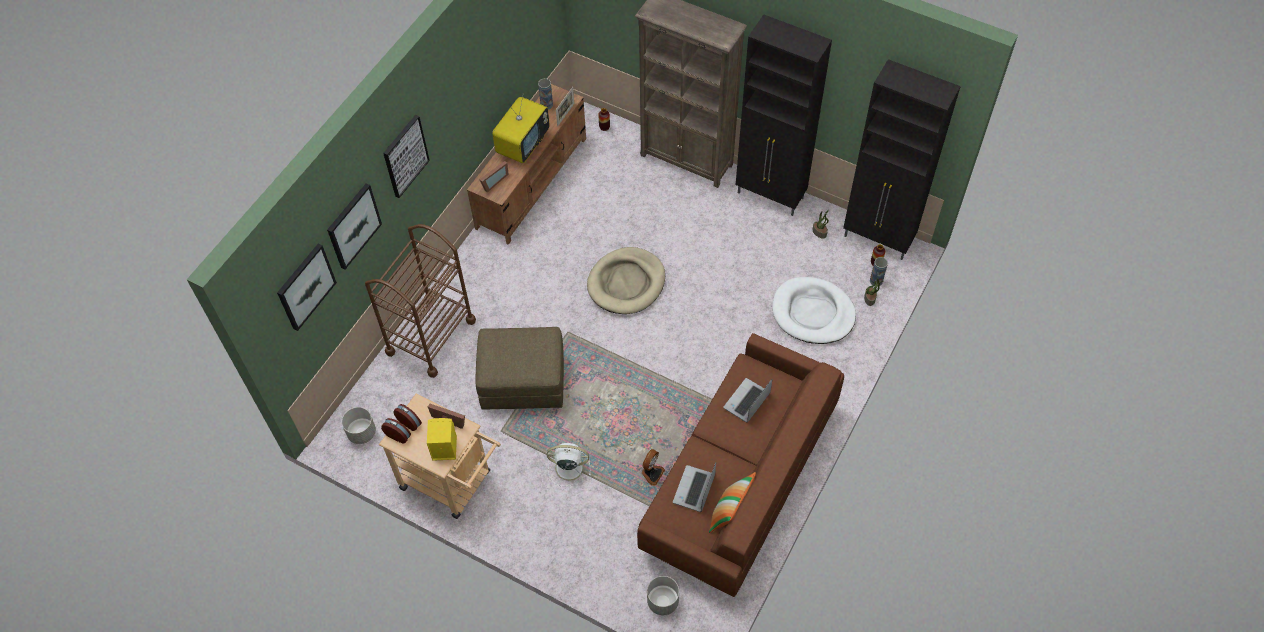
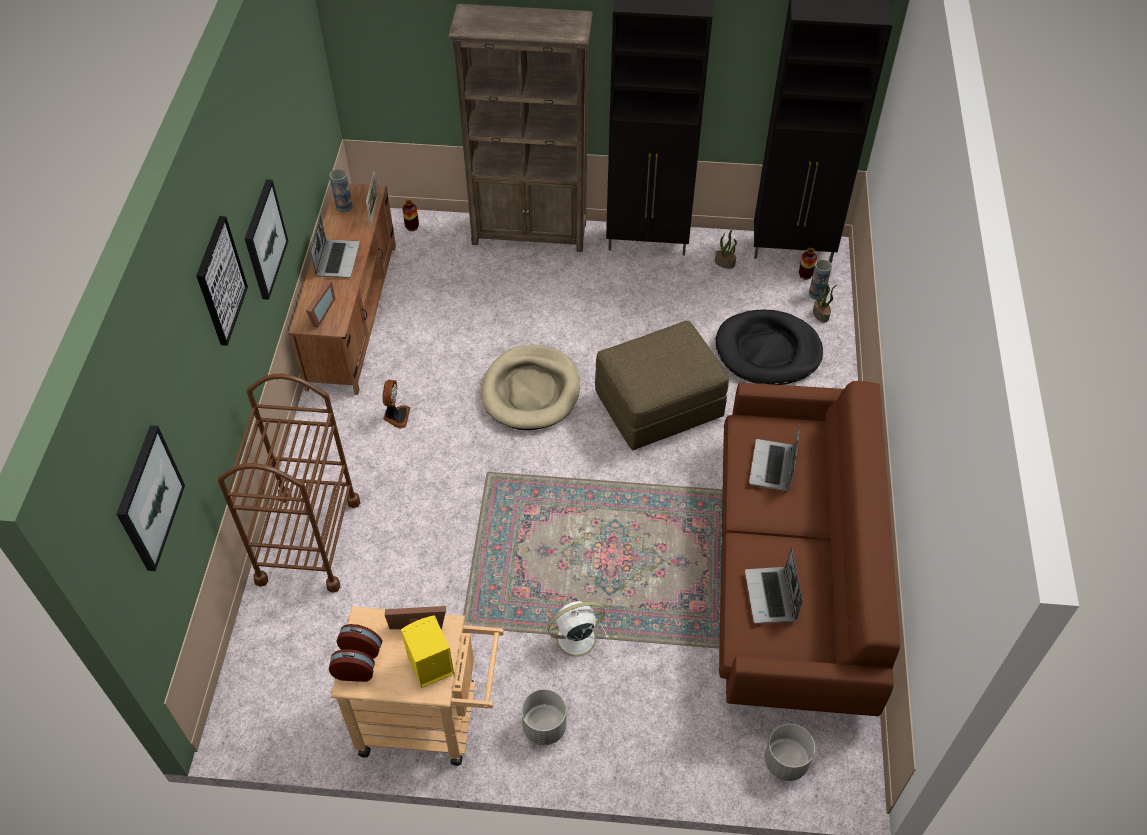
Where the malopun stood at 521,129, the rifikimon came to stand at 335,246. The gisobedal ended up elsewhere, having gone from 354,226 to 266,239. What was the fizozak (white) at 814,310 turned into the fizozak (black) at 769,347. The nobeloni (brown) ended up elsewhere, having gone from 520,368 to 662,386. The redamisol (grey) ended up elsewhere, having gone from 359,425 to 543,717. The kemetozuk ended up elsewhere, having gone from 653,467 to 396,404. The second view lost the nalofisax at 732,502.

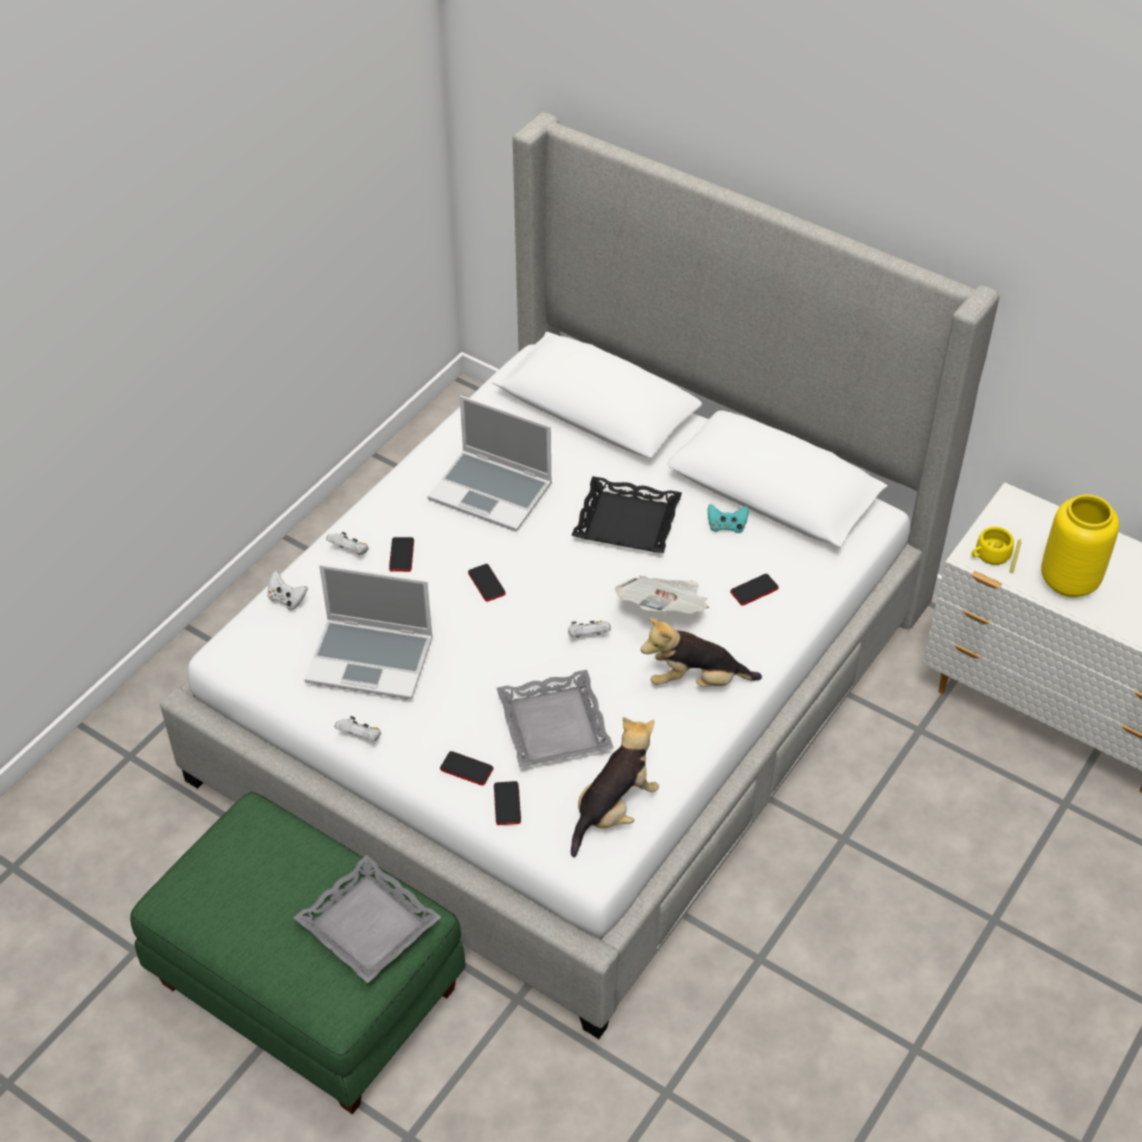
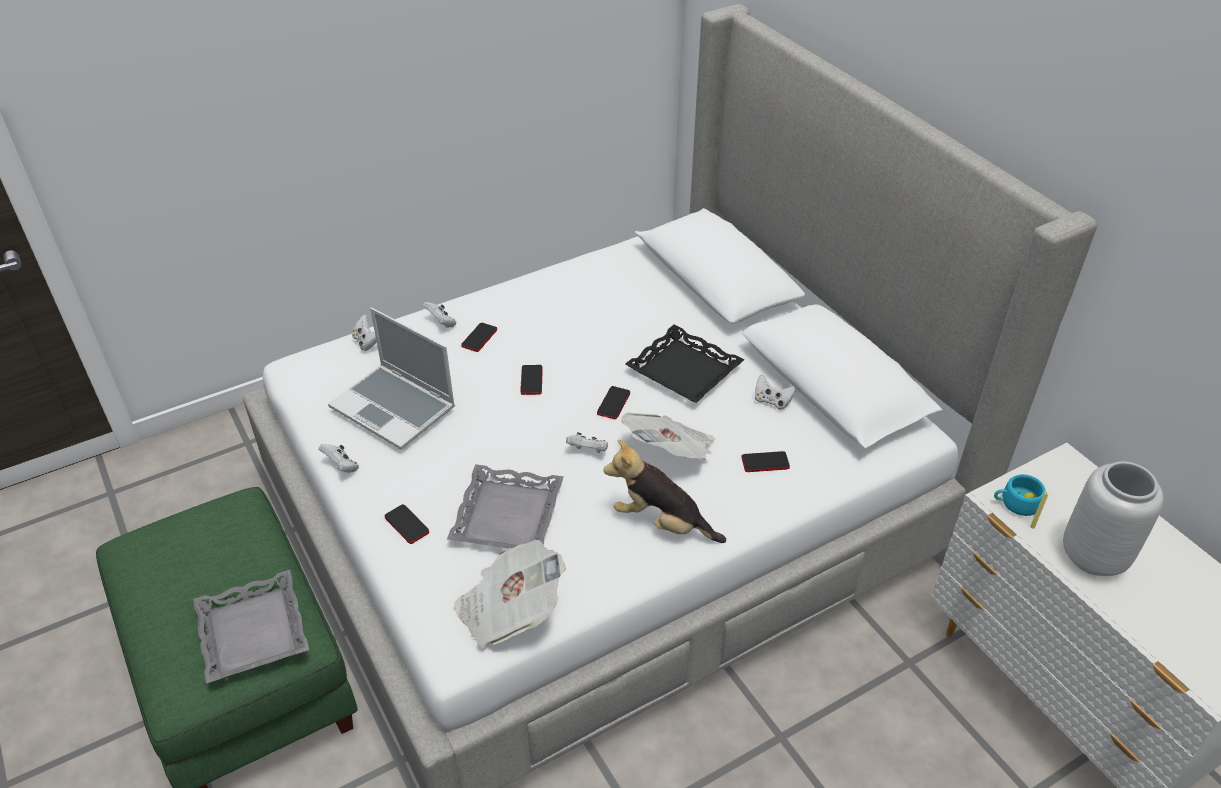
The second view lost the rifikimon at 490,464. What was the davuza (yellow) at 1080,545 turned into the davuza (grey) at 1113,518. What was the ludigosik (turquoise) at 728,518 turned into the ludigosik (white) at 775,392. What was the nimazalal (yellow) at 992,546 turned into the nimazalal (turquoise) at 1020,495. Where the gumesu stood at 615,787, the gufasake came to stand at 509,594. The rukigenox ended up elsewhere, having gone from 507,803 to 613,402.

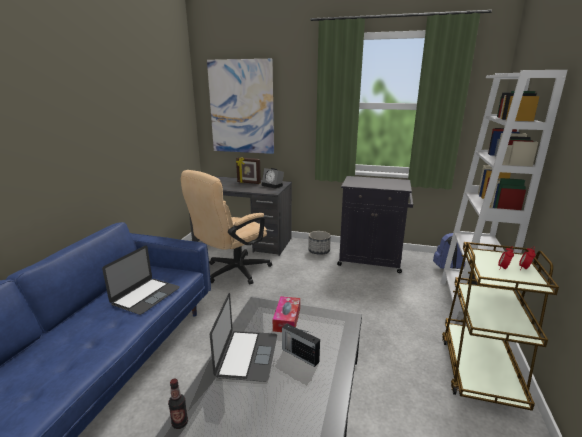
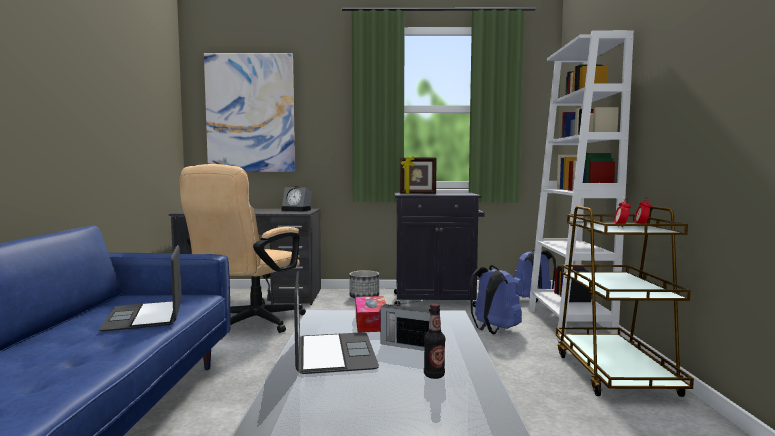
The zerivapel ended up elsewhere, having gone from 248,170 to 418,175. The rifikimon at 141,280 ended up facing another way, 150 degrees clockwise from before. The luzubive ended up elsewhere, having gone from 178,403 to 434,341. The second view gained the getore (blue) at 496,299.

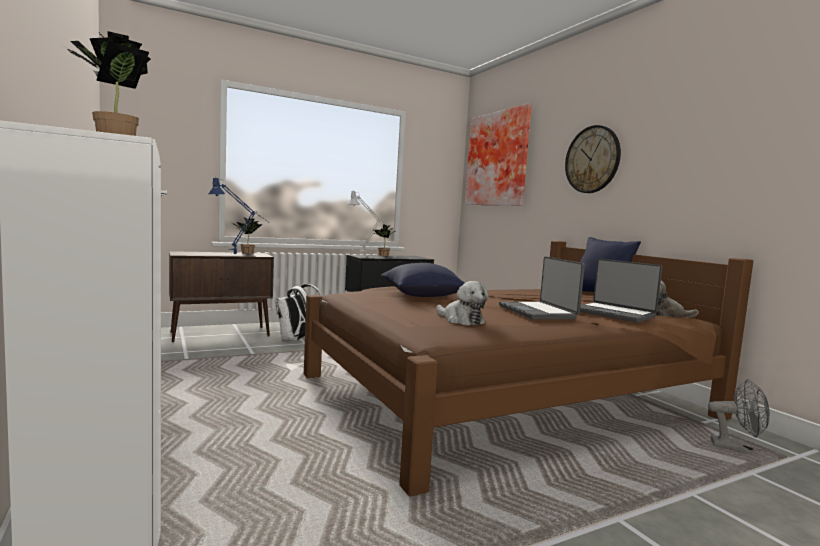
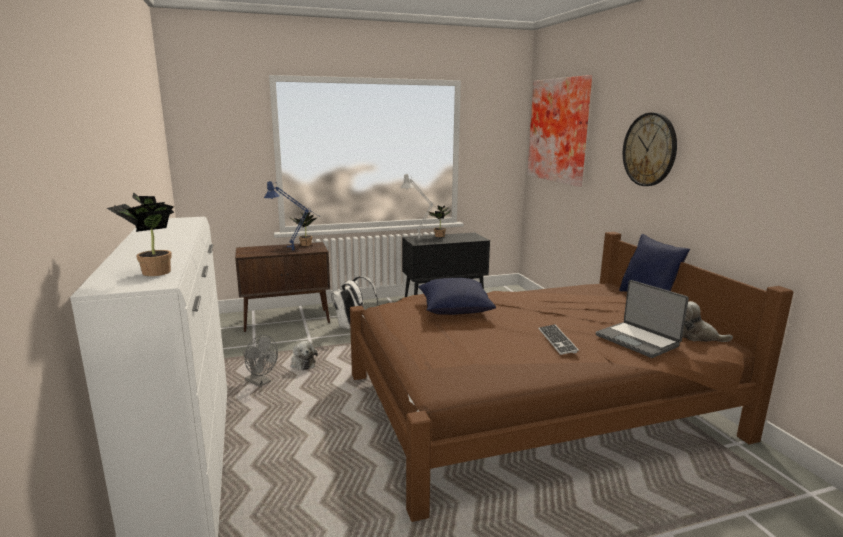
Where the rifikimon stood at 542,288, the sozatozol came to stand at 558,339. The gumesu ended up elsewhere, having gone from 462,303 to 304,355. The kemetozuk (grey) ended up elsewhere, having gone from 739,416 to 260,361.

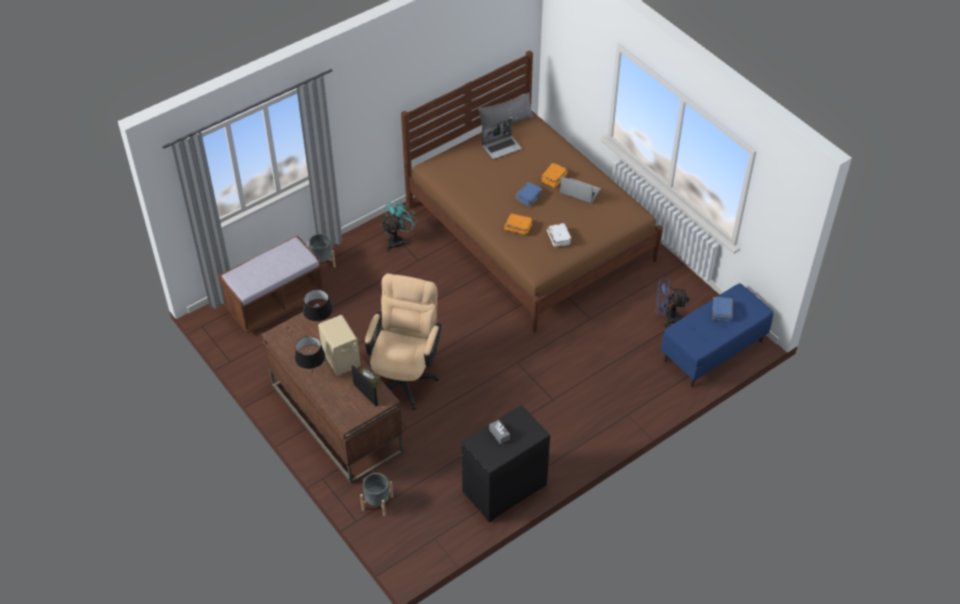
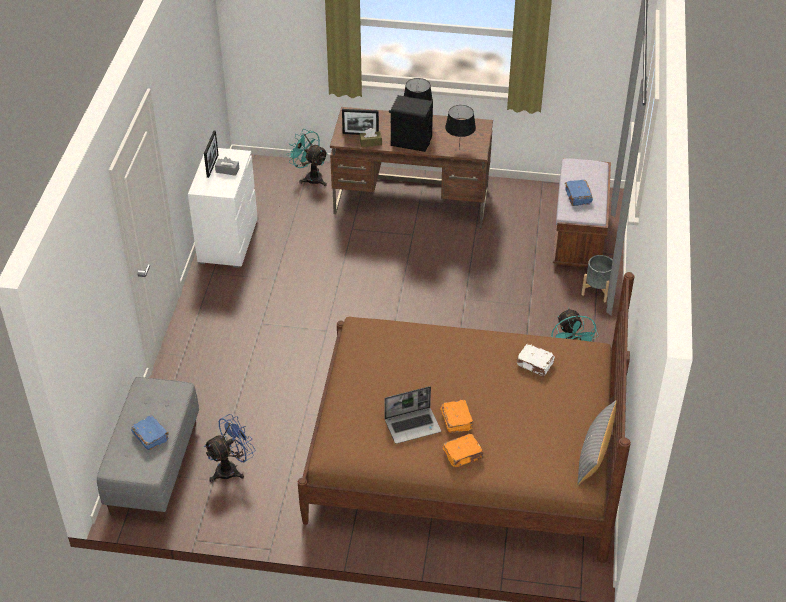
The second view lost the rifikimon at 502,139. The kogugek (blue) ended up elsewhere, having gone from 529,194 to 579,193. The kogugek (orange) ended up elsewhere, having gone from 518,224 to 463,450. The kogugek (white) ended up elsewhere, having gone from 559,235 to 535,360. The second view lost the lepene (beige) at 403,341. What was the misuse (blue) at 717,335 turned into the misuse (grey) at 148,449. What was the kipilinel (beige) at 339,345 turned into the kipilinel (black) at 411,123. What was the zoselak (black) at 506,463 turned into the zoselak (white) at 223,208. Where the redamisol (grey) stood at 376,494, the kemetozuk (turquoise) came to stand at 307,157. The second view gained the zerivapel at 211,154.

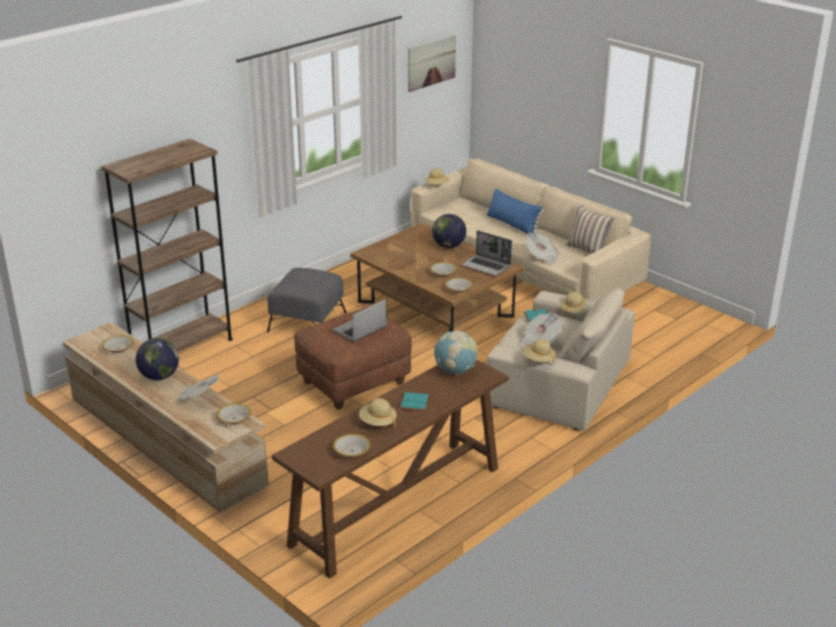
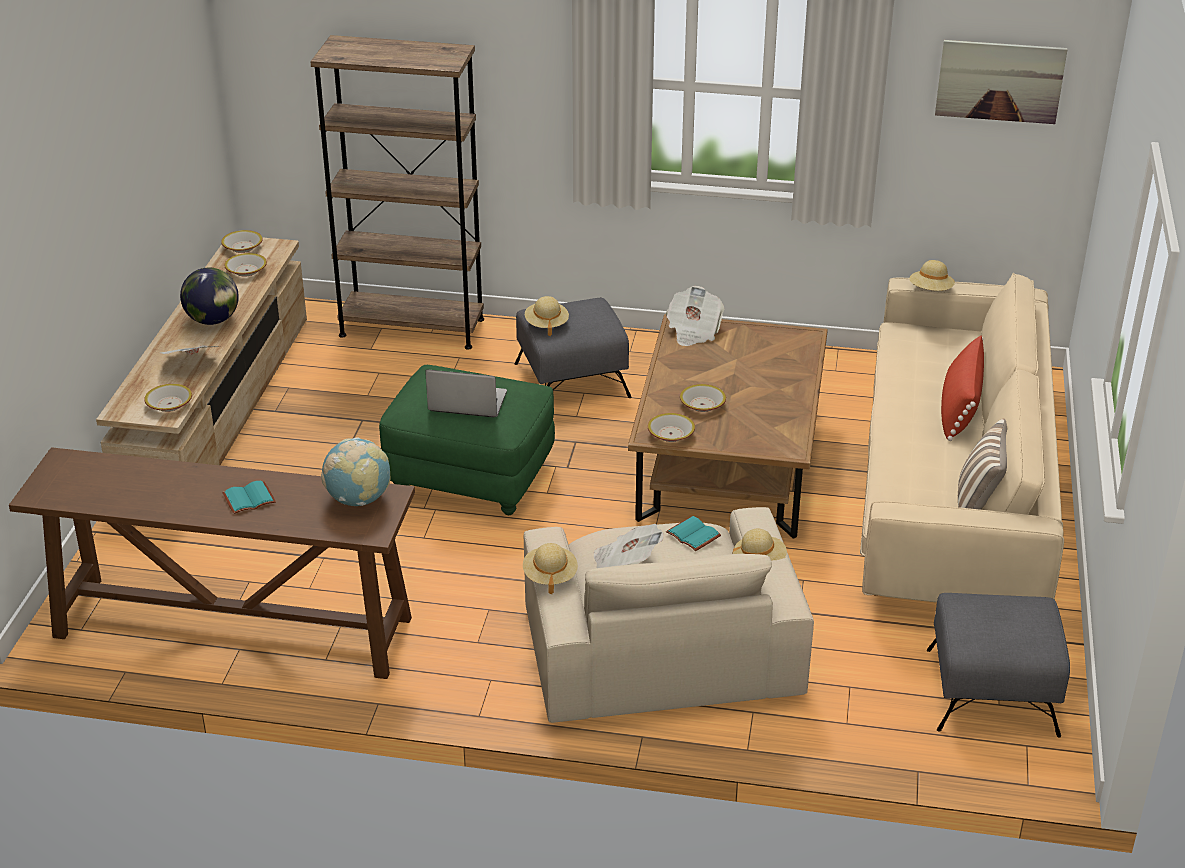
What was the nalofisax (blue) at 515,211 turned into the nalofisax (red) at 962,388. The second view lost the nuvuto at 449,231. The second view lost the rifikimon at 487,253. The gufasake ended up elsewhere, having gone from 542,248 to 695,316. What was the nobeloni (brown) at 353,357 turned into the nobeloni (green) at 467,440. The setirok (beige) ended up elsewhere, having gone from 378,412 to 547,316. The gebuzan ended up elsewhere, having gone from 351,445 to 242,241. The second view gained the nobeloni (grey) at 998,665.

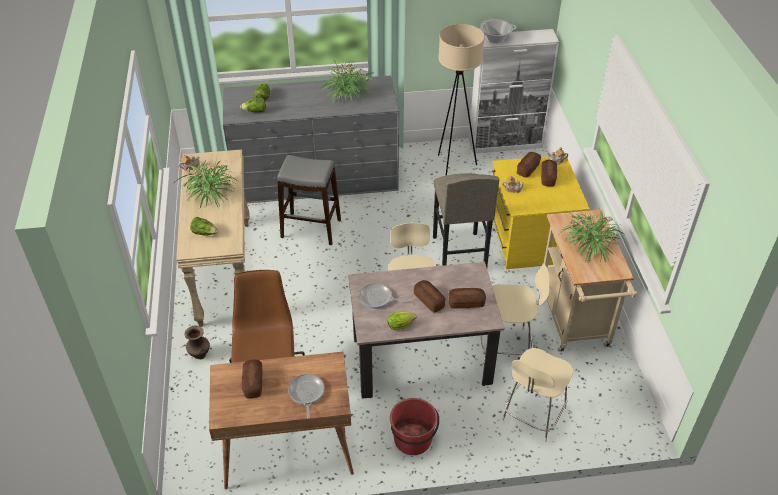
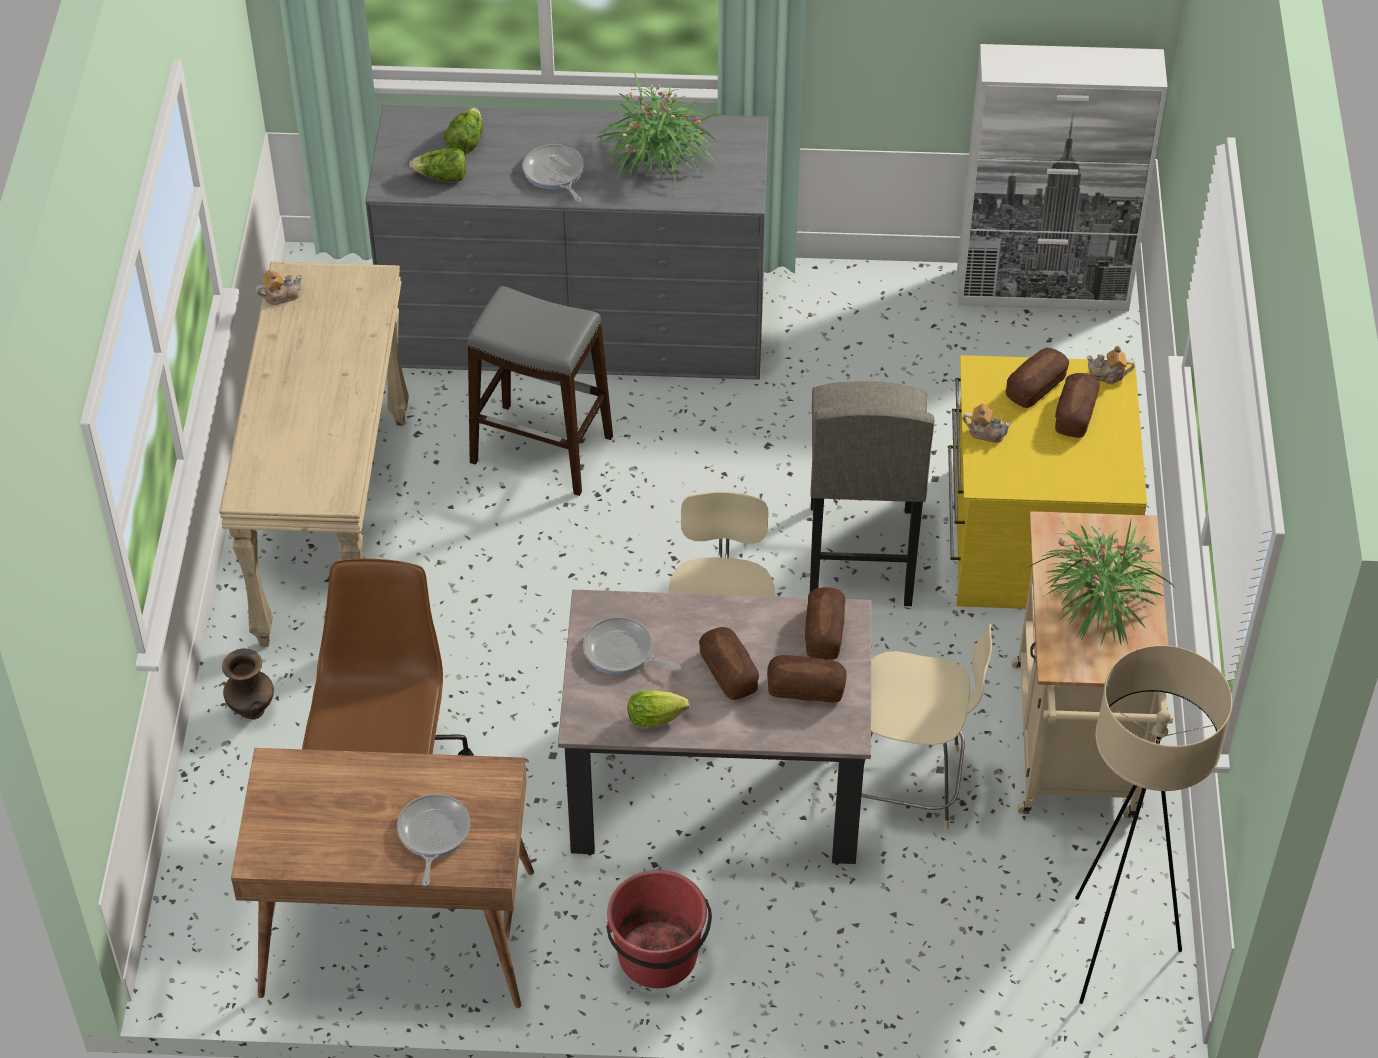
The second view lost the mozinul at 497,31. The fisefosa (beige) ended up elsewhere, having gone from 461,100 to 1153,824. The second view lost the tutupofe at 206,183. The second view lost the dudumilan at 204,226. The second view lost the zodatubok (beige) at 537,395. The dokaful ended up elsewhere, having gone from 252,379 to 825,623. The second view gained the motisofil at 553,173.

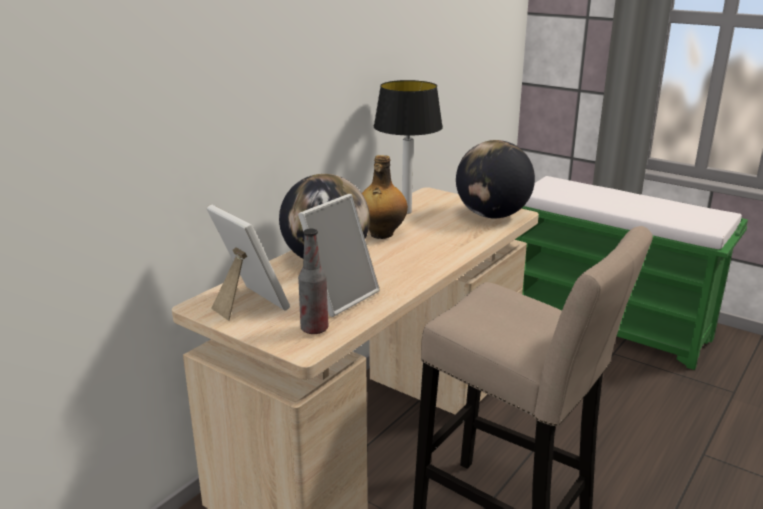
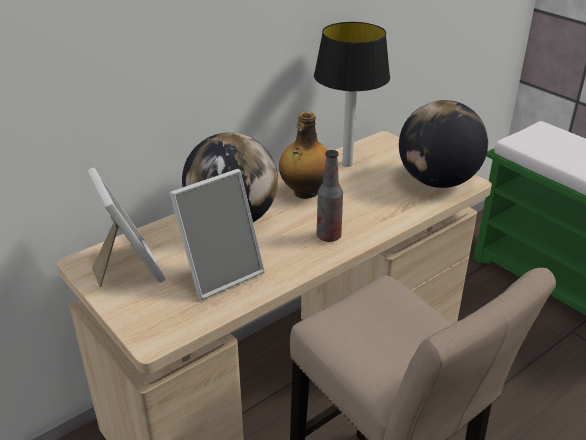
The luzubive ended up elsewhere, having gone from 313,281 to 330,196.

